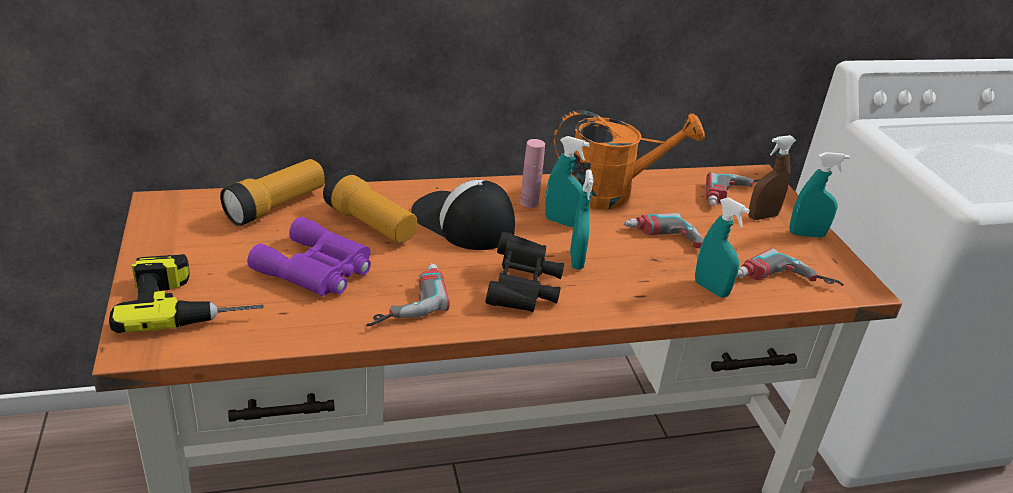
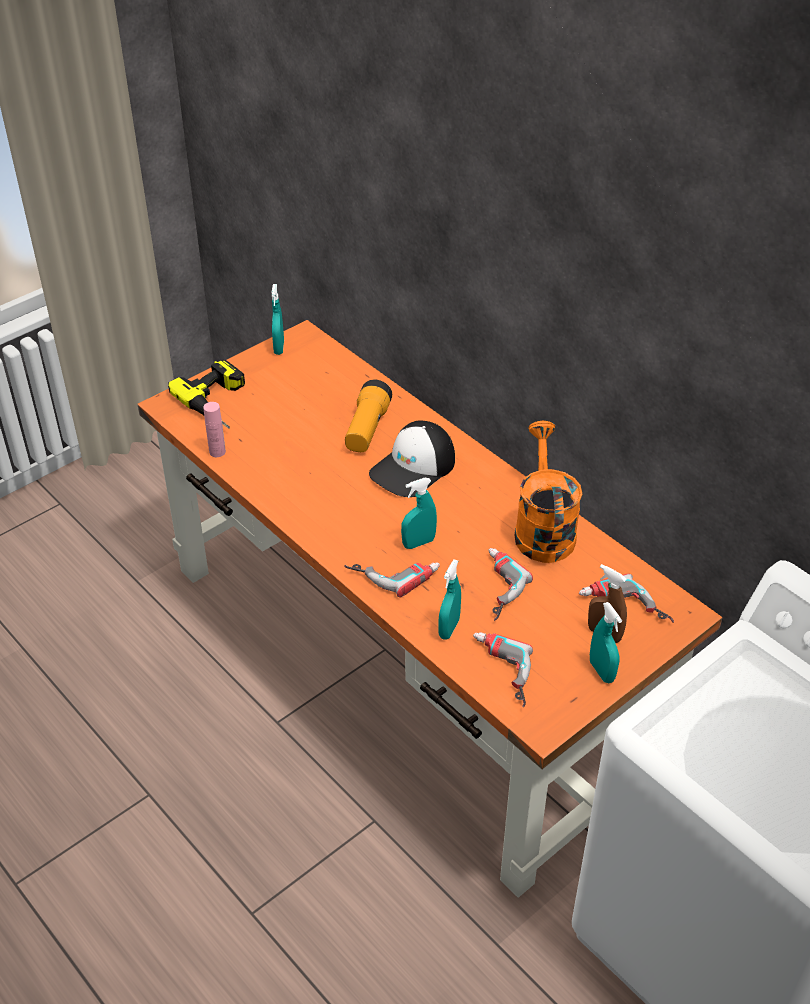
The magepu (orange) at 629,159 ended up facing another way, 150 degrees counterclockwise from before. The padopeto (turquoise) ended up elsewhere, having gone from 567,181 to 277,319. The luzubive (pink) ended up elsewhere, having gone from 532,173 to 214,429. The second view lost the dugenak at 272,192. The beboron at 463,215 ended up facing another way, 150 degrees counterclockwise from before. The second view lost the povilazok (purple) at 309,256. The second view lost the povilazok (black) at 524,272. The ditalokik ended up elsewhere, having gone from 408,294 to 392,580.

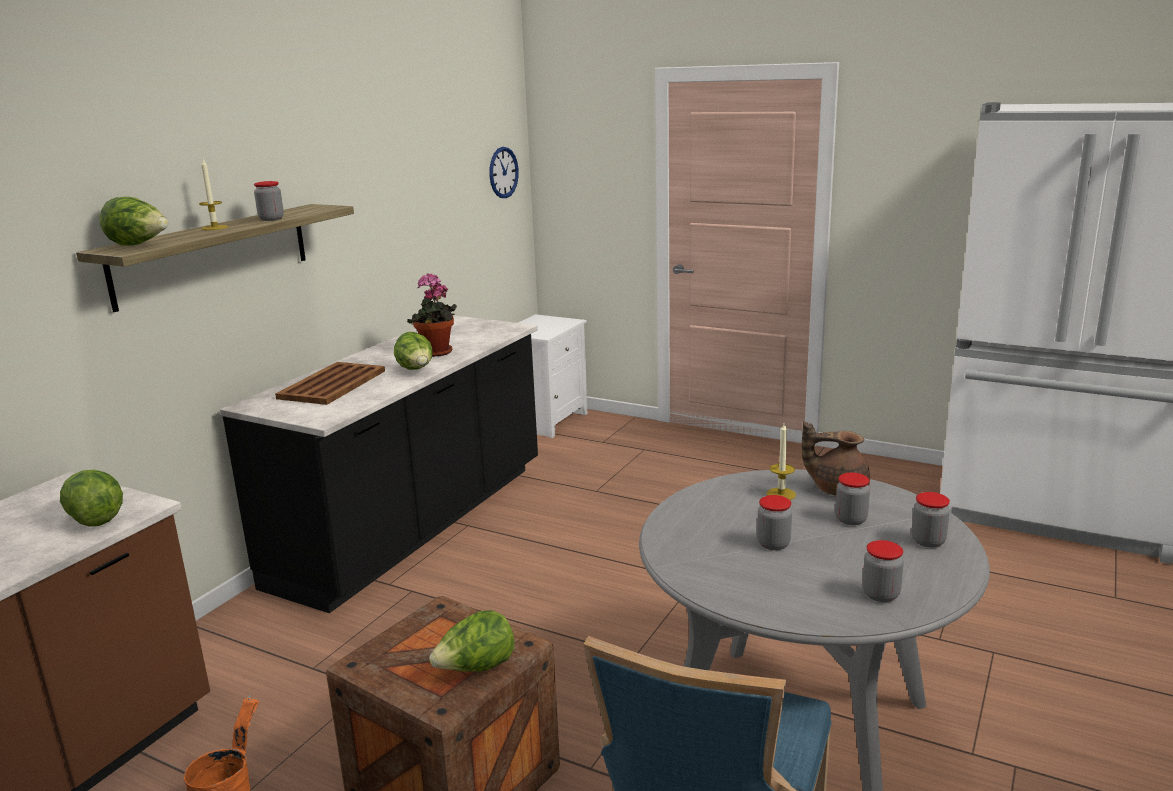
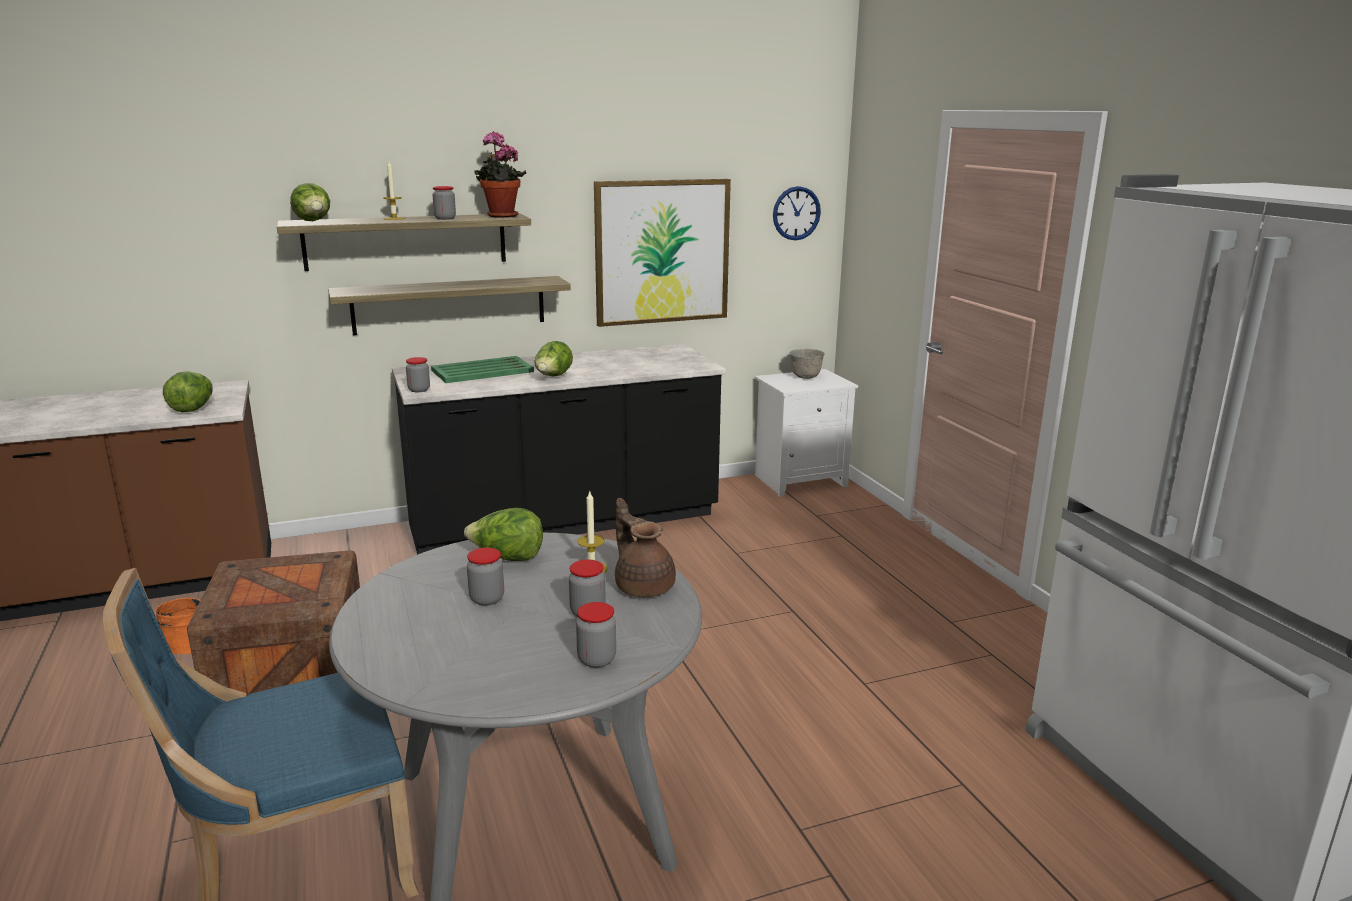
The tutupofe ended up elsewhere, having gone from 432,315 to 500,174. What was the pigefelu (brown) at 330,383 turned into the pigefelu (green) at 482,369. The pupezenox ended up elsewhere, having gone from 883,571 to 418,374. The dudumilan ended up elsewhere, having gone from 471,641 to 503,534. The second view gained the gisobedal at 662,253. The second view gained the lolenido at 449,305. The second view gained the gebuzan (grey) at 807,364.

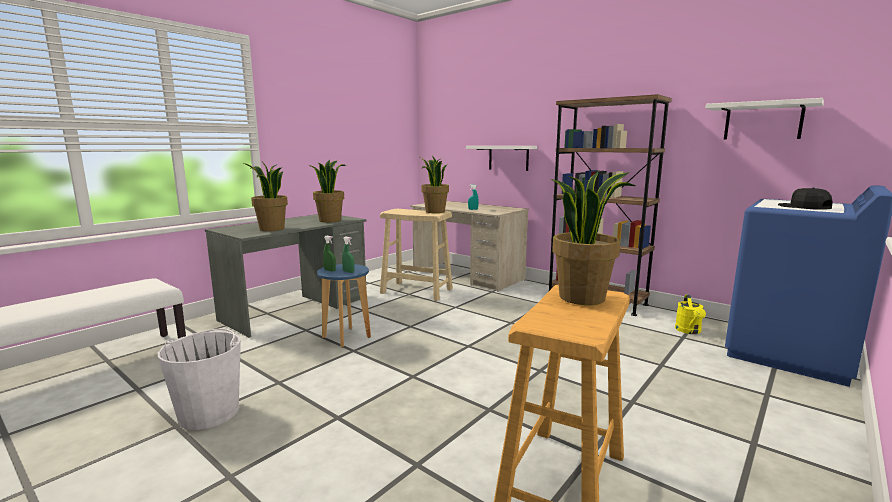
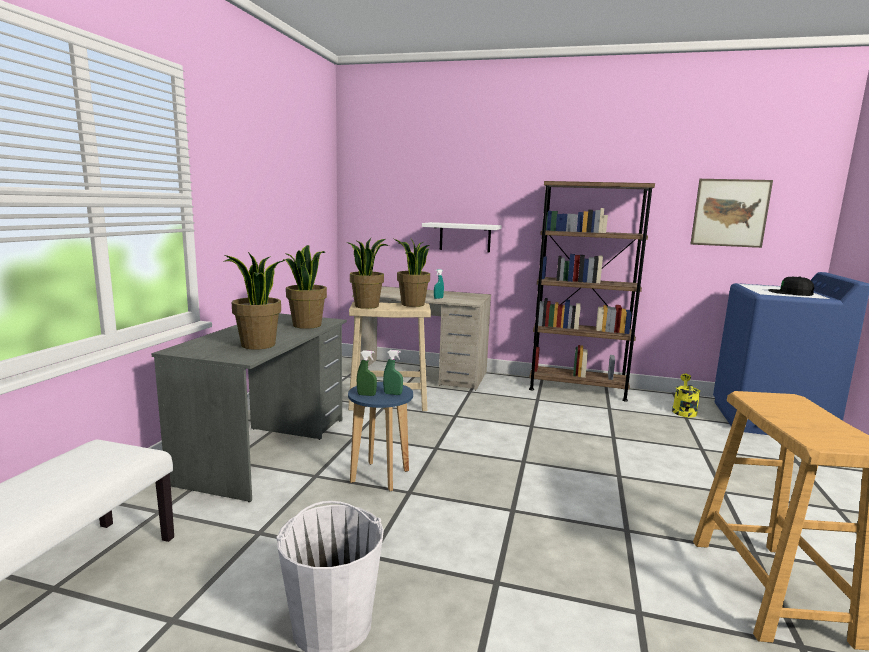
Where the lolenido (white) hung at 764,118, the gisobedal came to hang at 732,213. The tutupofe ended up elsewhere, having gone from 593,237 to 368,273. The magepu (yellow) at 690,314 ended up facing another way, 150 degrees counterclockwise from before.

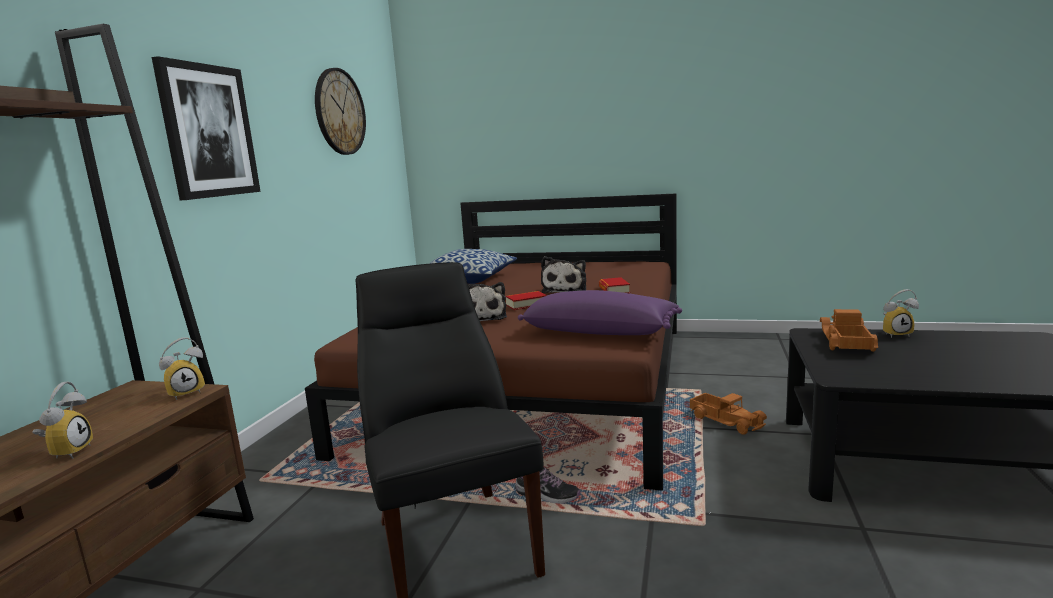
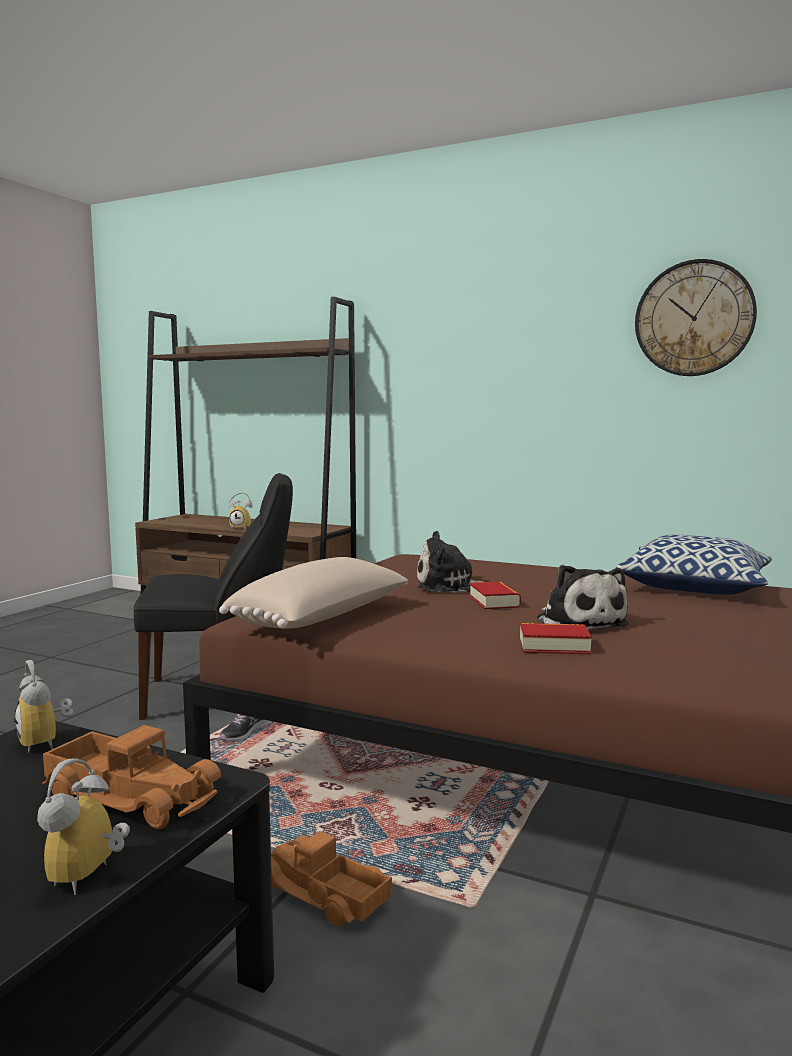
The second view lost the gisobedal at 206,128. The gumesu at 563,274 ended up facing another way, 135 degrees counterclockwise from before. What was the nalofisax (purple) at 600,312 turned into the nalofisax (beige) at 314,593. The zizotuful ended up elsewhere, having gone from 182,368 to 43,706. The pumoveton at 728,414 ended up facing another way, 60 degrees clockwise from before.

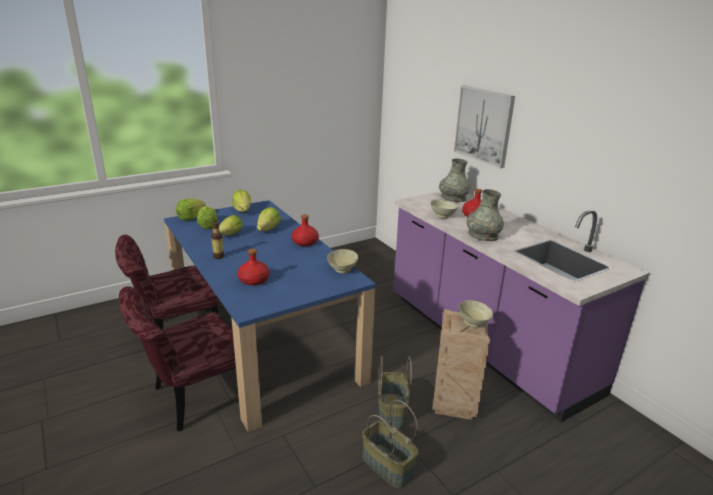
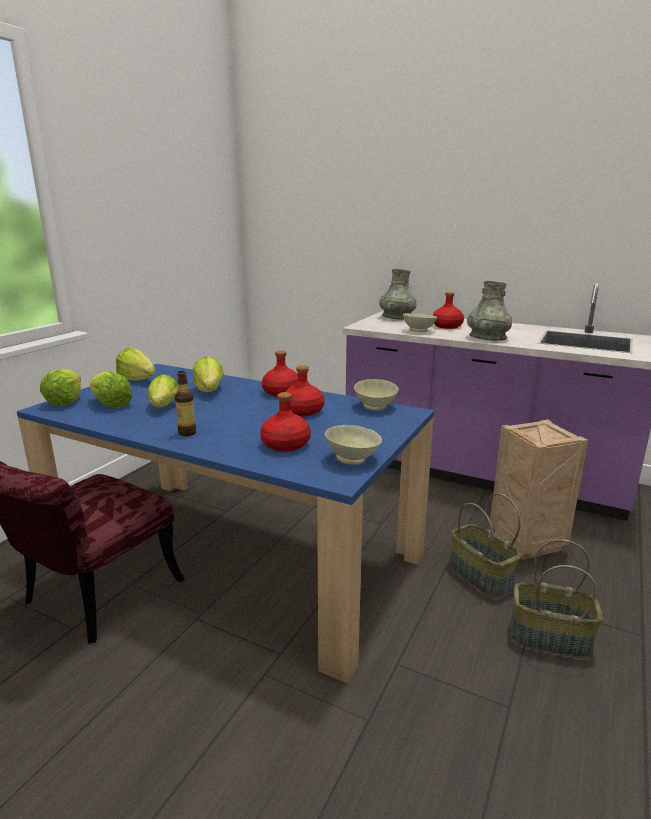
The second view lost the gisobedal at 484,126. The second view lost the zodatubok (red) at 177,358. The gebuzan (beige) ended up elsewhere, having gone from 475,313 to 353,445. The second view gained the luzubive (red) at 305,391.

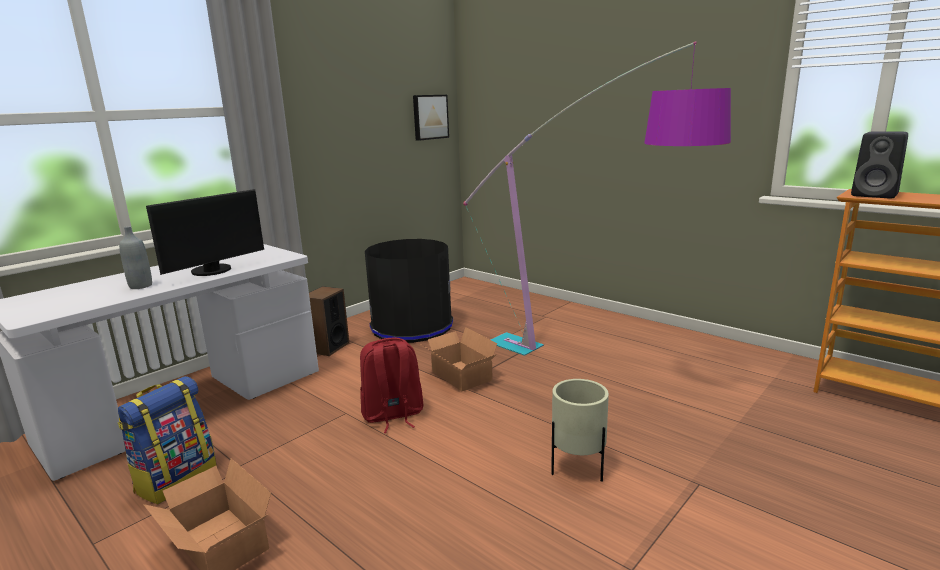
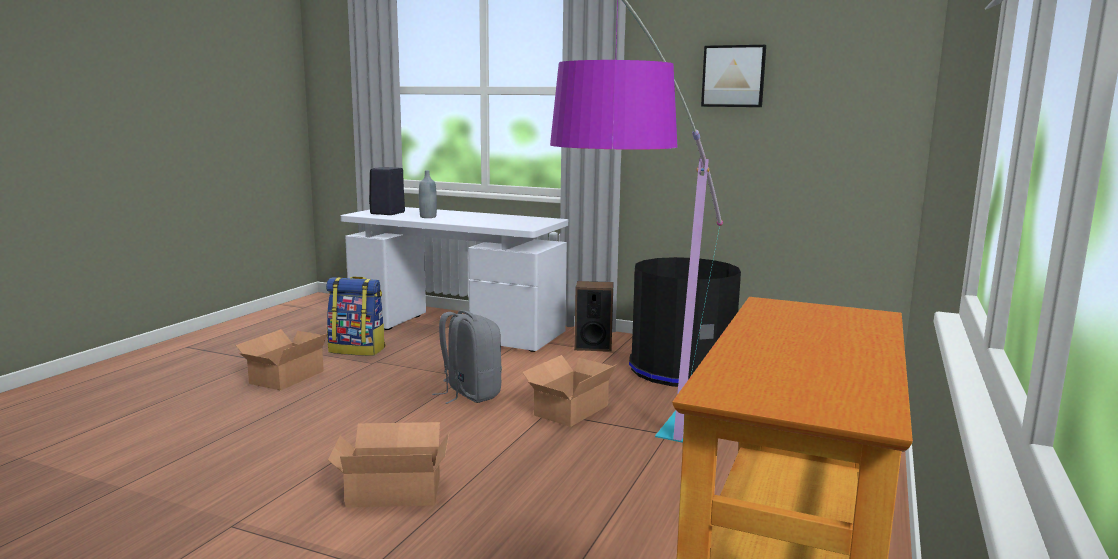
The gisobedal ended up elsewhere, having gone from 431,118 to 733,76. The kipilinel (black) ended up elsewhere, having gone from 879,164 to 387,191. The second view lost the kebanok at 205,232. What was the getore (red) at 392,385 turned into the getore (grey) at 467,357. Where the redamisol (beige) stood at 580,430, the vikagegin came to stand at 388,465.

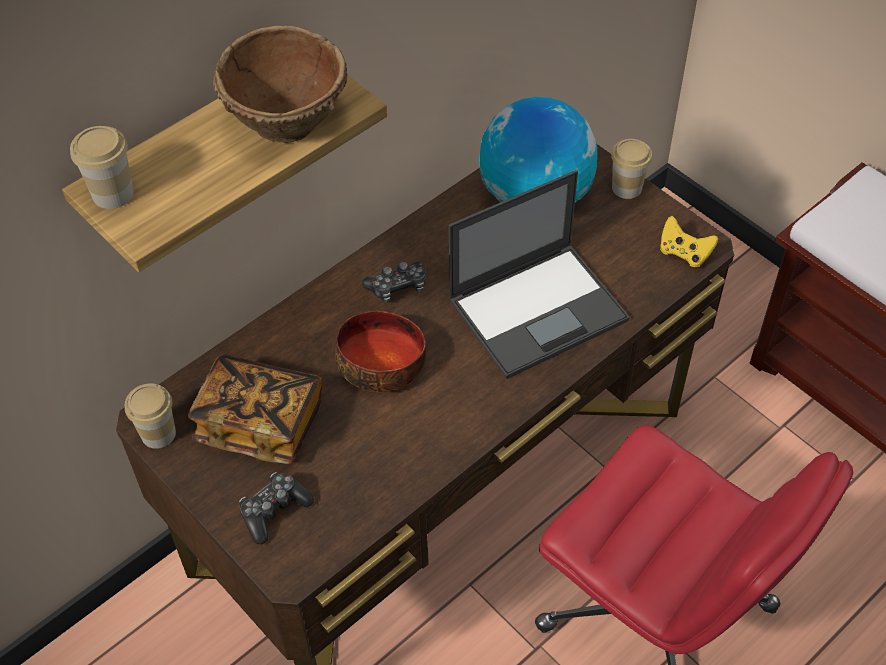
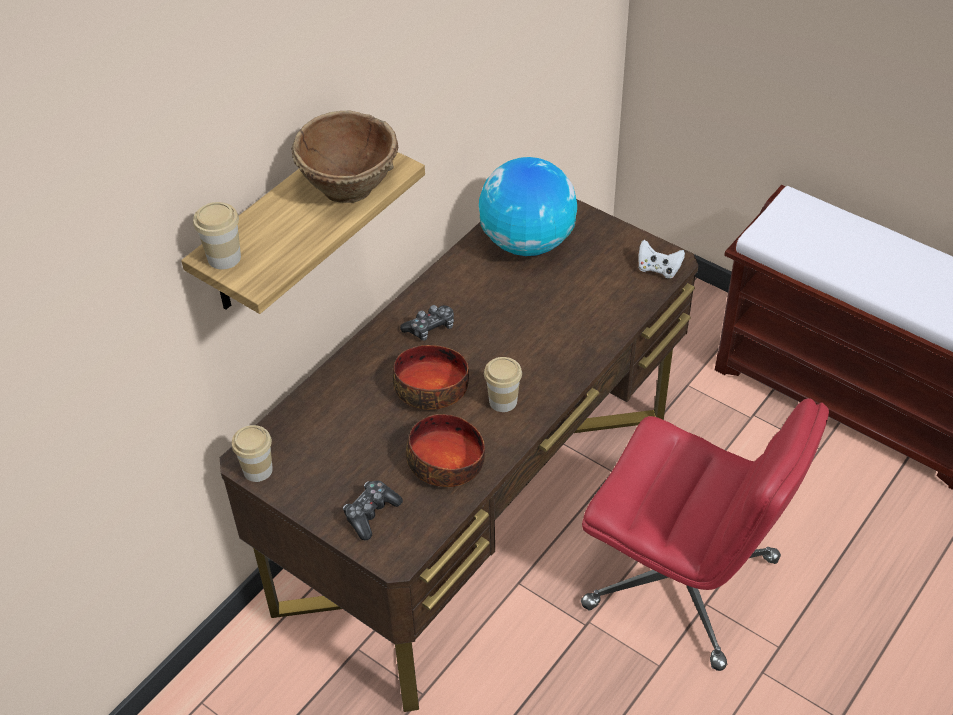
The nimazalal ended up elsewhere, having gone from 631,169 to 503,384. The second view lost the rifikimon at 539,274. What was the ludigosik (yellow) at 689,241 turned into the ludigosik (white) at 661,259. The second view lost the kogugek at 255,409. The second view gained the gebuzan at 445,450.

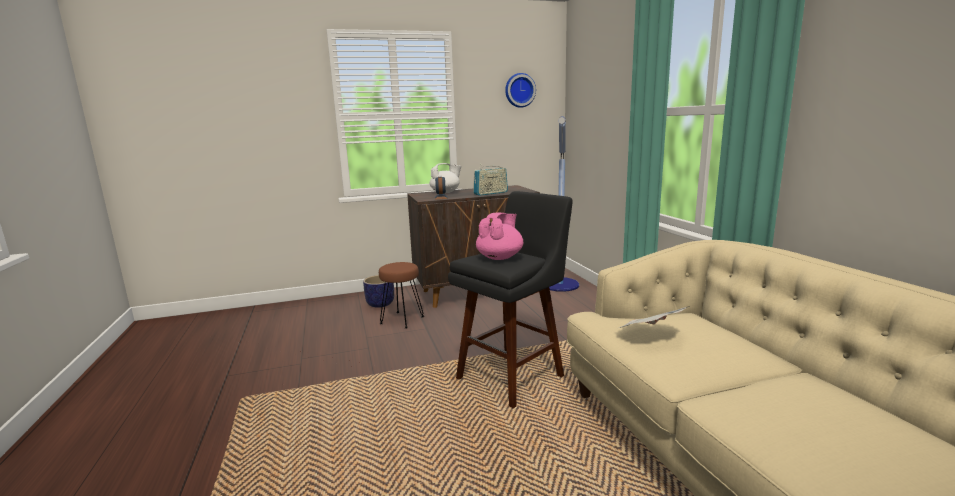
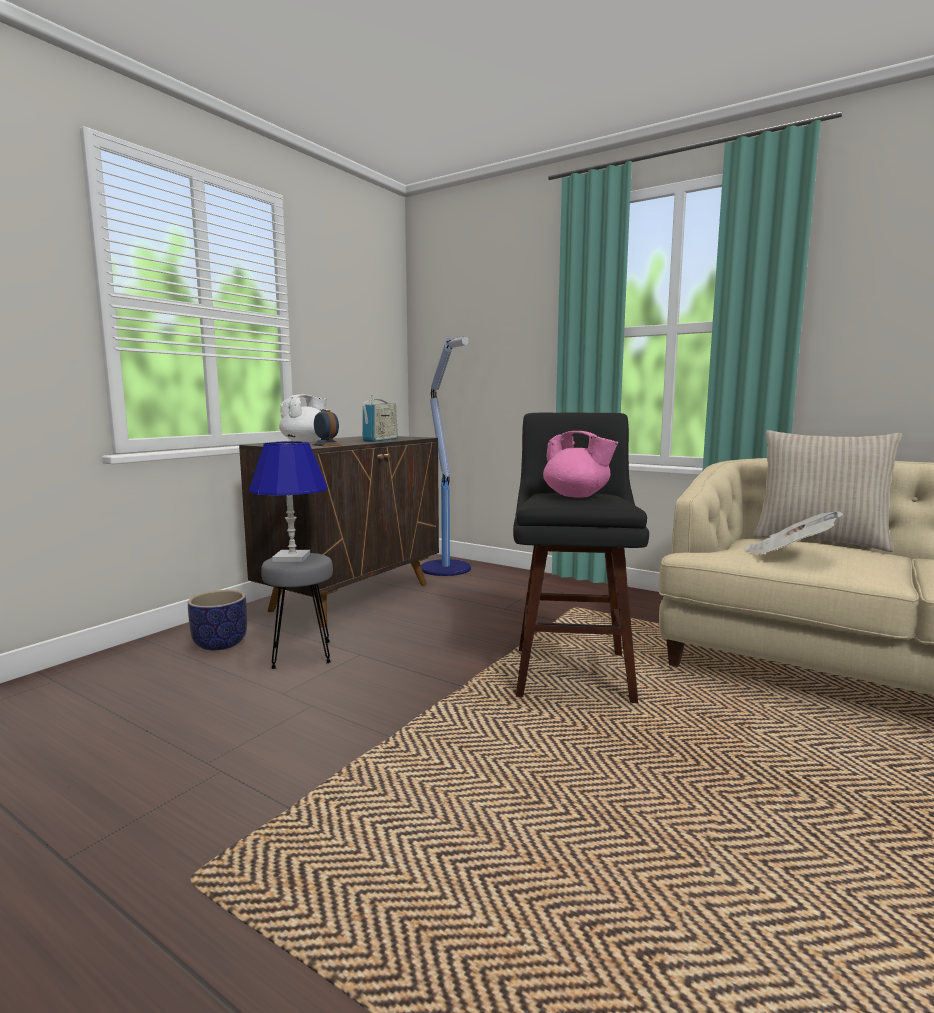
The second view lost the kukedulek at 520,90. The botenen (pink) at 499,236 ended up facing another way, 135 degrees clockwise from before. What was the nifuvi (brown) at 401,295 turned into the nifuvi (grey) at 297,611. The second view gained the nalofisax (beige) at 827,491. The second view gained the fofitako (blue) at 288,501.

